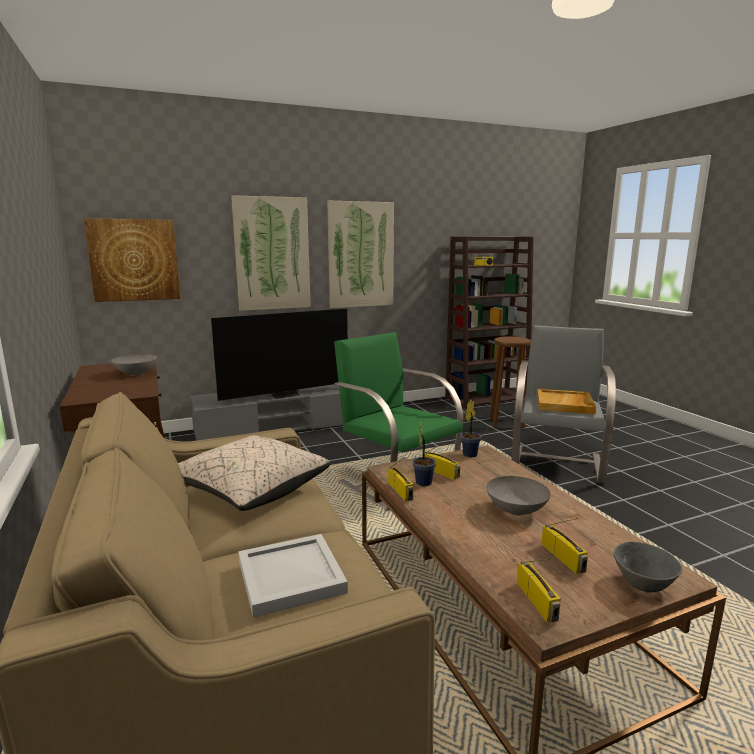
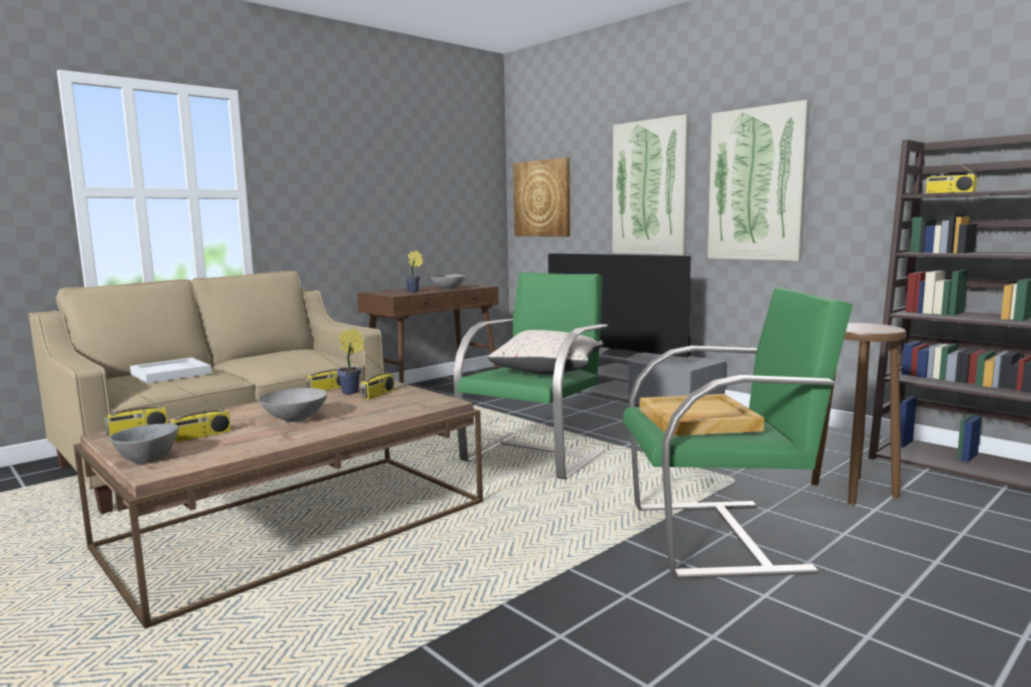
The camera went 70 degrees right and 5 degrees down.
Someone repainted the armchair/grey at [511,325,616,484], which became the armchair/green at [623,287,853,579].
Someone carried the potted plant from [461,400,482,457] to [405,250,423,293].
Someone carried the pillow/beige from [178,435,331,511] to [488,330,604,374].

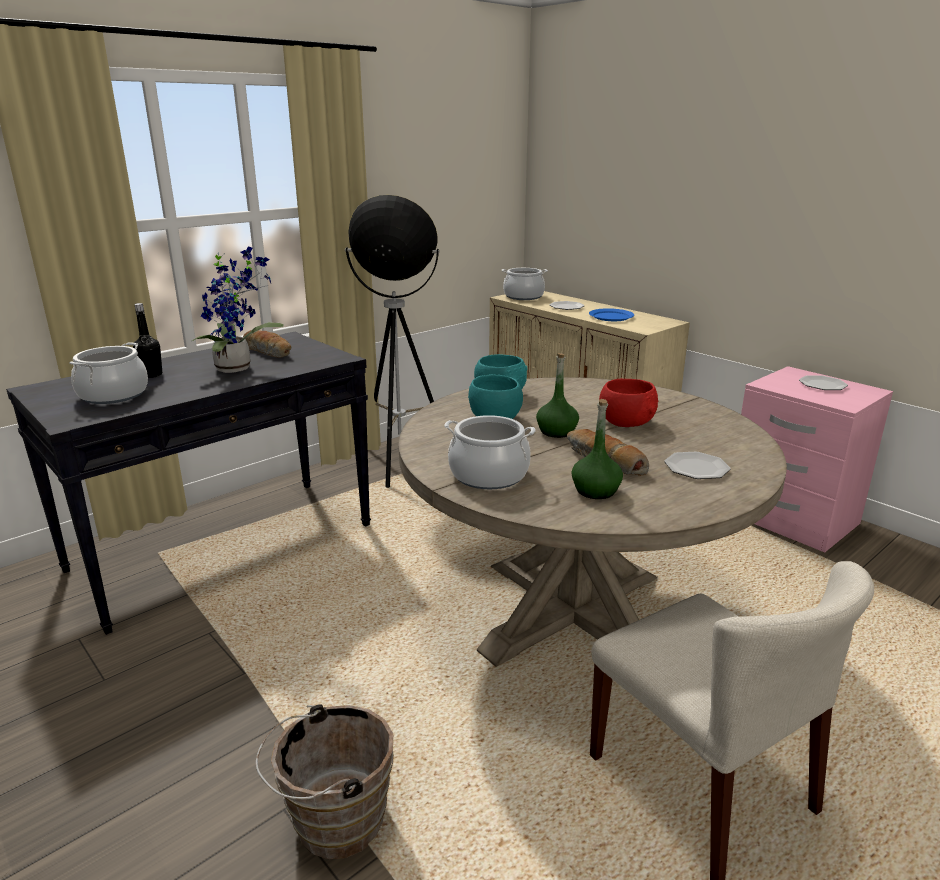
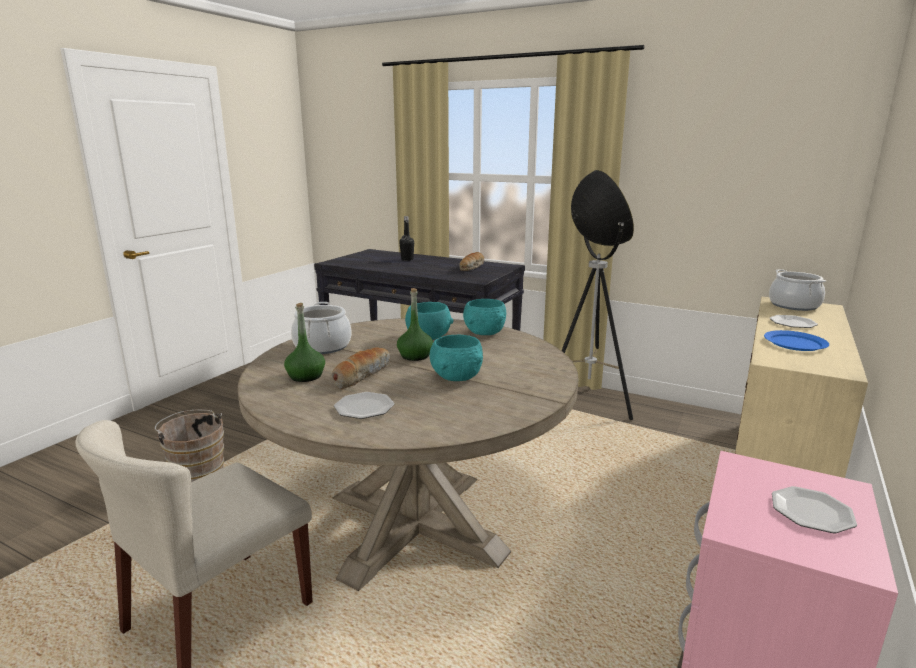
The camera went 70 degrees right and 5 degrees down.
Someone took away the potted plant at [192,247,284,373].
Someone took away the cooking pot at [69,342,148,404].
Someone repainted the bowl/red at [599,379,658,427], which became the bowl/turquoise at [430,335,483,381].

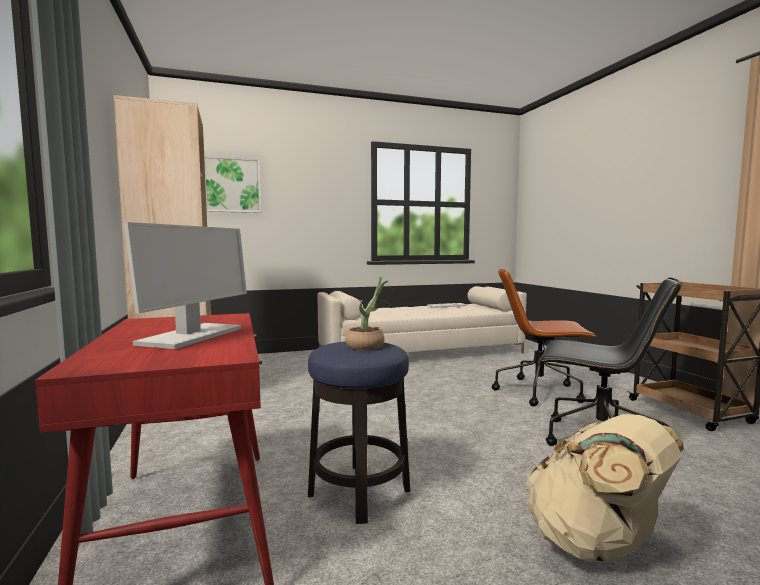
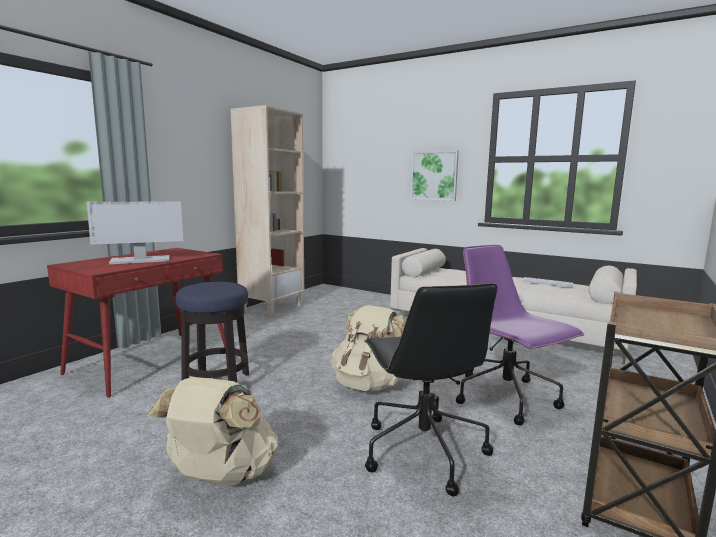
The camera went 50 degrees right and 5 degrees up.
Someone carried the picture from [204,156,261,213] to [410,150,459,201].
Someone repainted the office chair/brown at [492,268,597,406], which became the office chair/purple at [456,245,584,425].
Someone took away the potted plant at [345,277,394,350].
Someone put down the backpack/beige at [331,305,406,391].

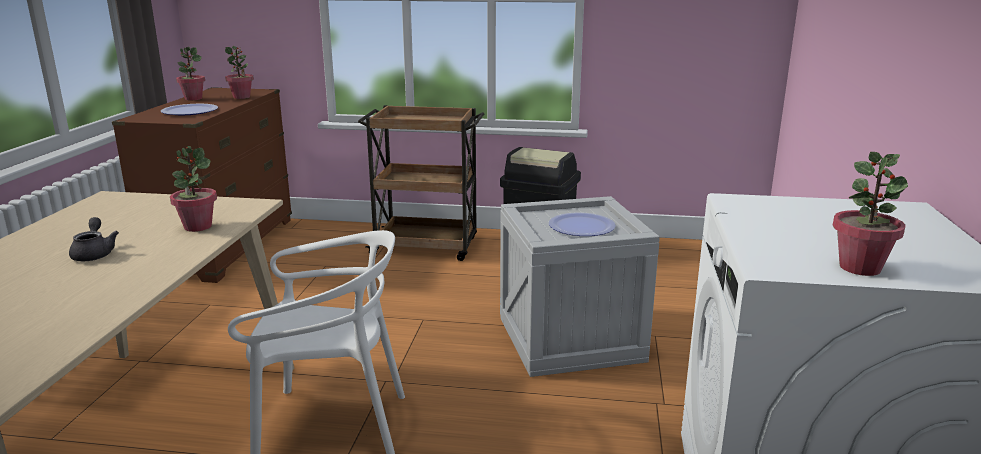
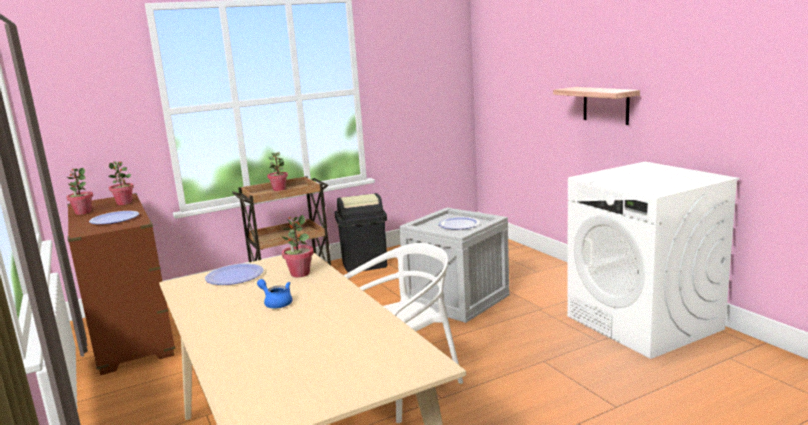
The camera went 35 degrees left and 5 degrees down.
Someone carried the potted plant from [833,152,908,276] to [267,152,288,191].
Someone repainted the teapot/grey at [69,217,119,261], which became the teapot/blue at [257,279,292,308].
Someone put up the shelf at [553,87,640,125].
Someone put down the plate at [205,263,264,285].

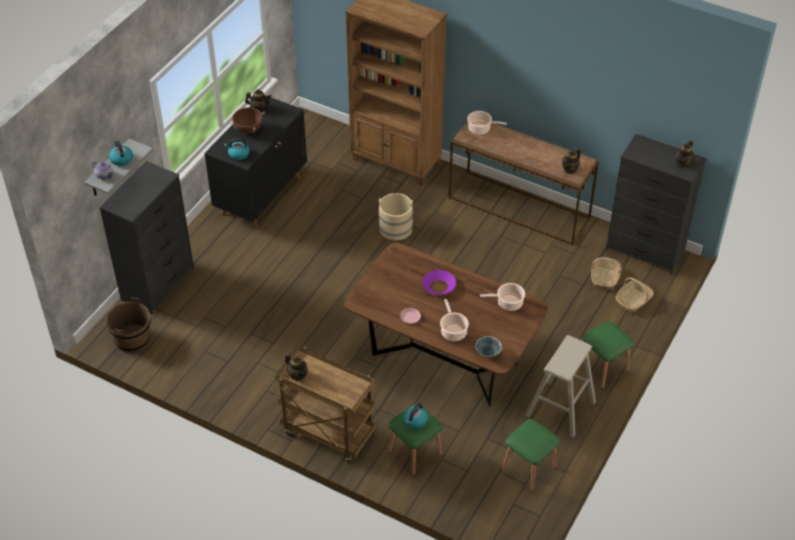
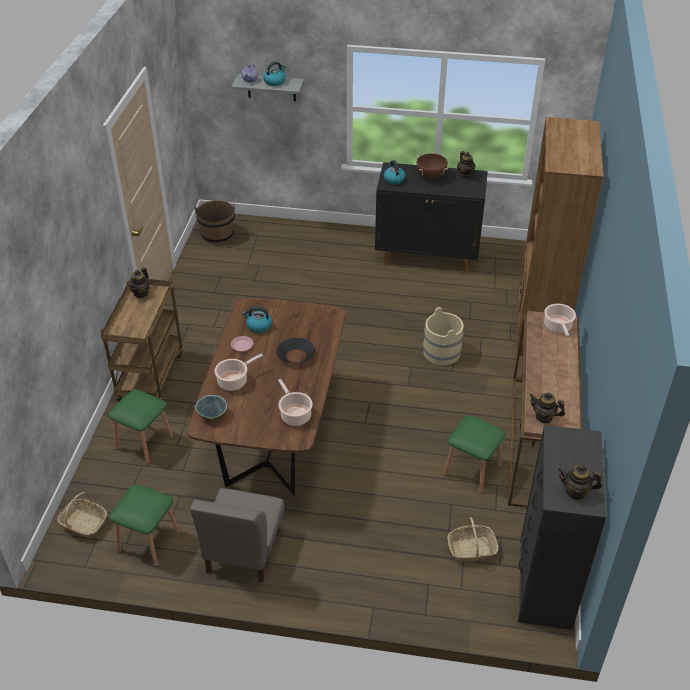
The camera went 70 degrees right and 5 degrees down.
Someone took away the dresser/black at [99,161,194,314].
Someone repainted the bowl/purple at [422,270,456,295], which became the bowl/black at [277,338,315,364].
Someone carried the basket from [616,277,654,312] to [57,492,107,538].
Someone carried the stool/green from [582,321,634,389] to [443,415,506,493].
Someone swapped the stool/beige at [526,335,596,438] for the chair/grey at [190,488,285,583].
Someone carried the kettle from [403,403,428,429] to [242,306,272,333].

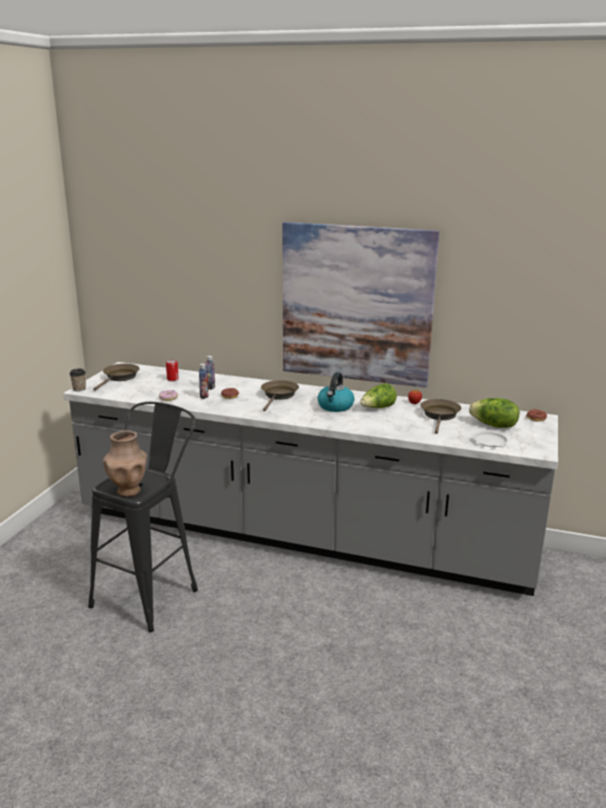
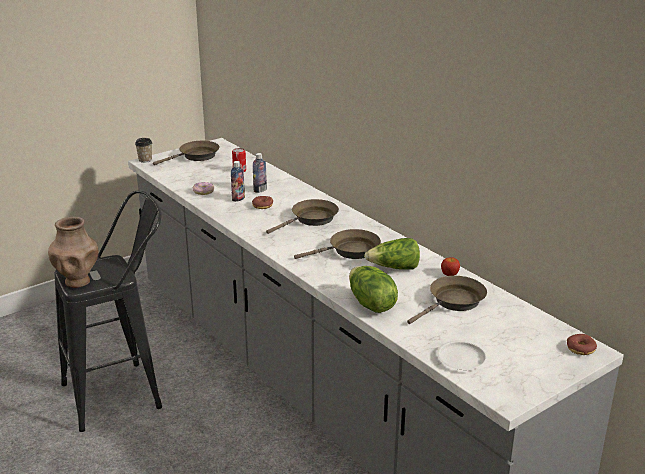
The camera went 35 degrees right and 5 degrees up.
Someone took away the picture at [283,222,439,388].
Someone swapped the kettle at [317,372,355,412] for the frying pan/brown at [294,229,381,259].
Someone carried the lettuce from [469,398,520,428] to [349,266,398,313].

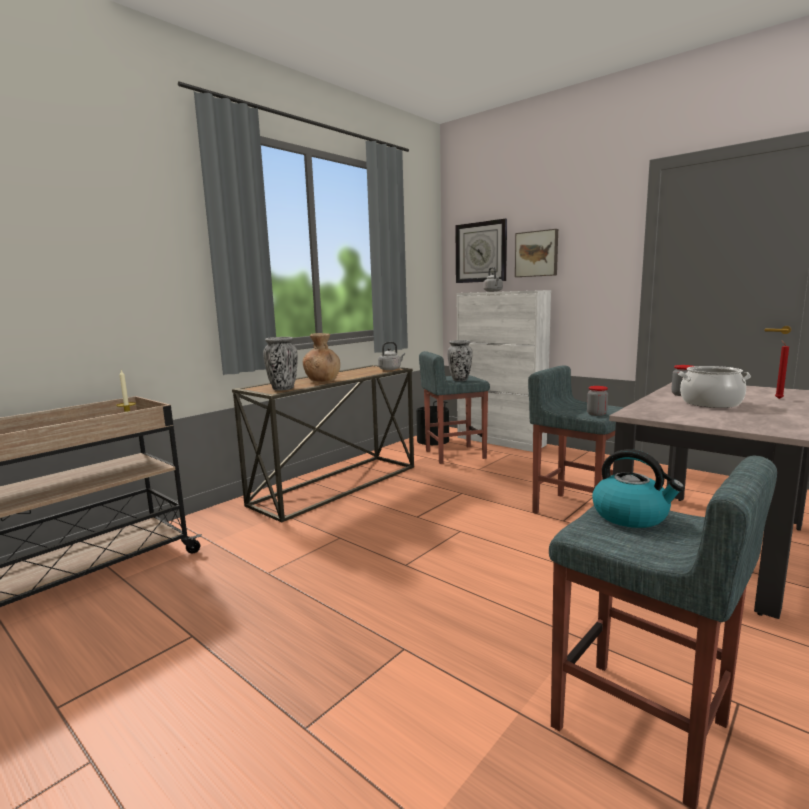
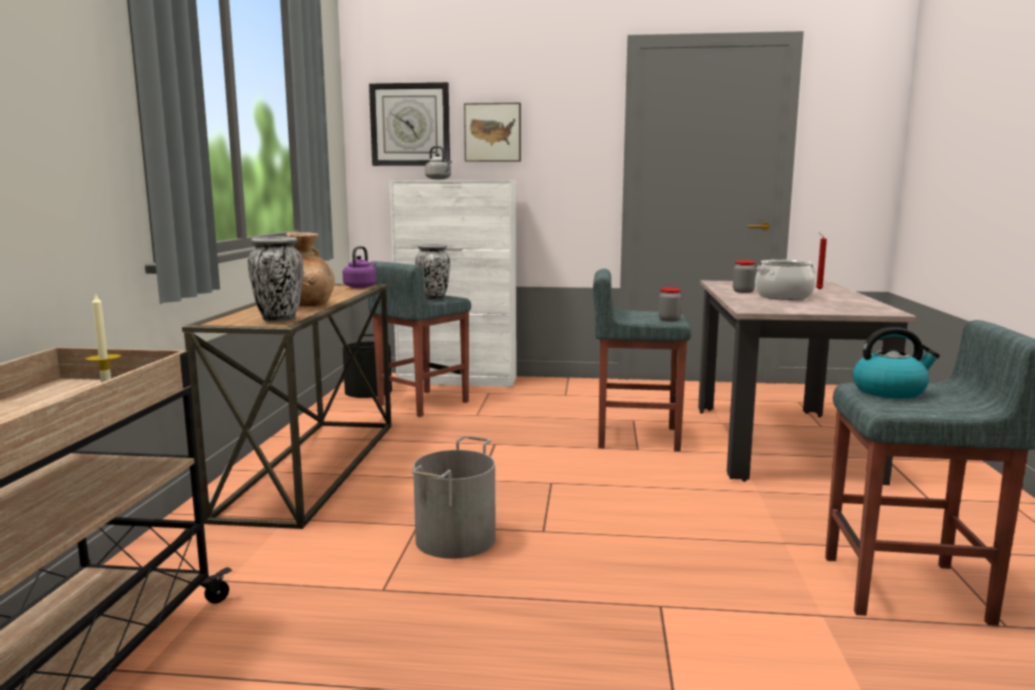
The camera went 35 degrees left and 0 degrees up.
Someone repainted the kettle/grey at [378,342,405,370], which became the kettle/purple at [342,246,376,288].
Someone put down the bucket/grey at [412,436,496,559].

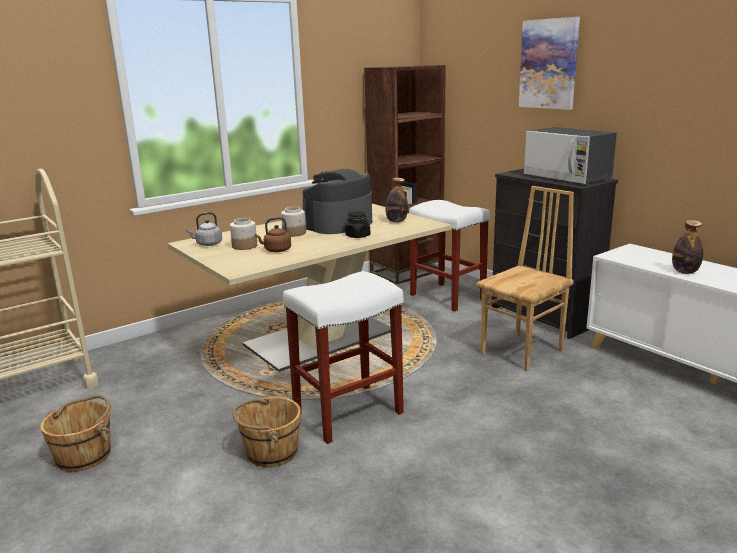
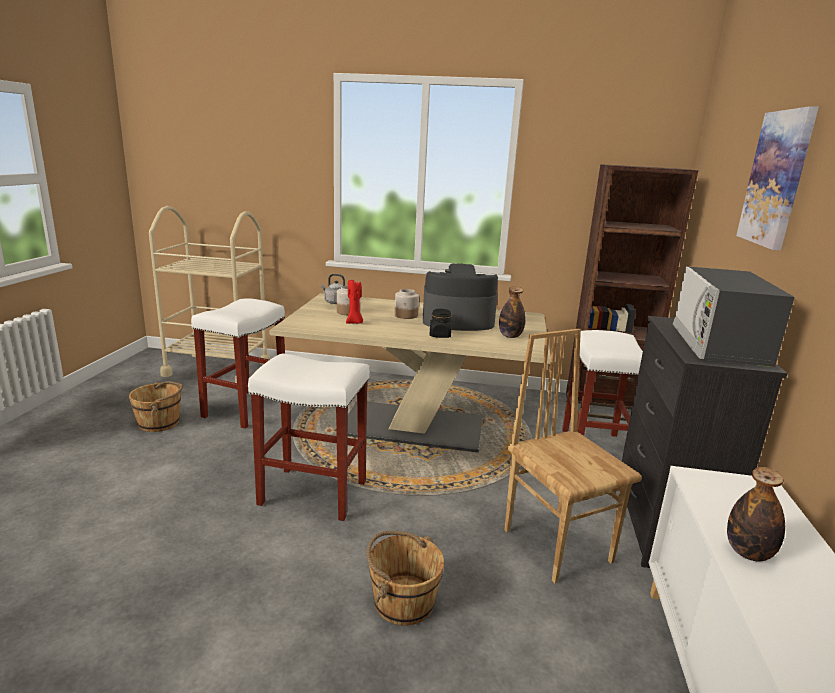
The camera went 45 degrees right and 0 degrees up.
Someone rotated the chair/brown at [477,186,574,371] by 120 degrees counterclockwise.
Someone swapped the kettle/brown at [255,217,291,252] for the candle/red at [346,280,363,324].
Someone carried the bucket/brown from [233,395,301,467] to [367,531,444,626].
Someone put down the stool/white at [191,298,285,429].

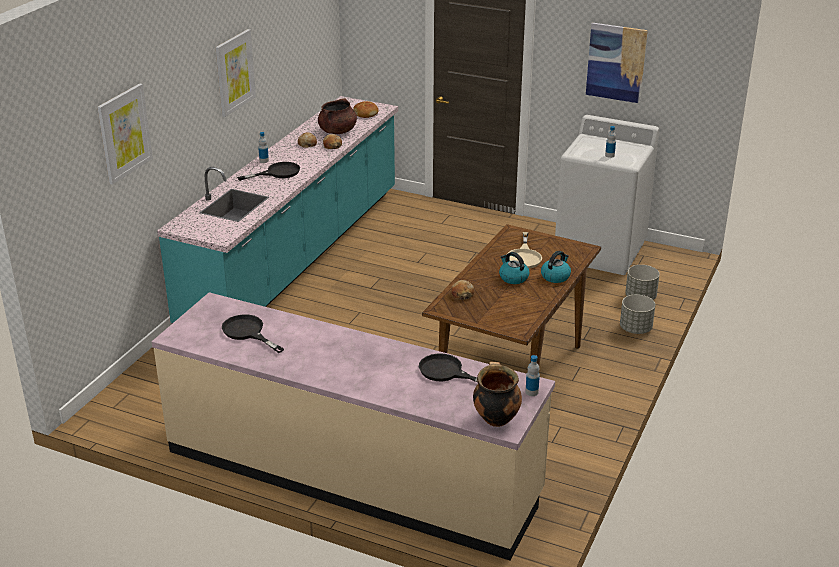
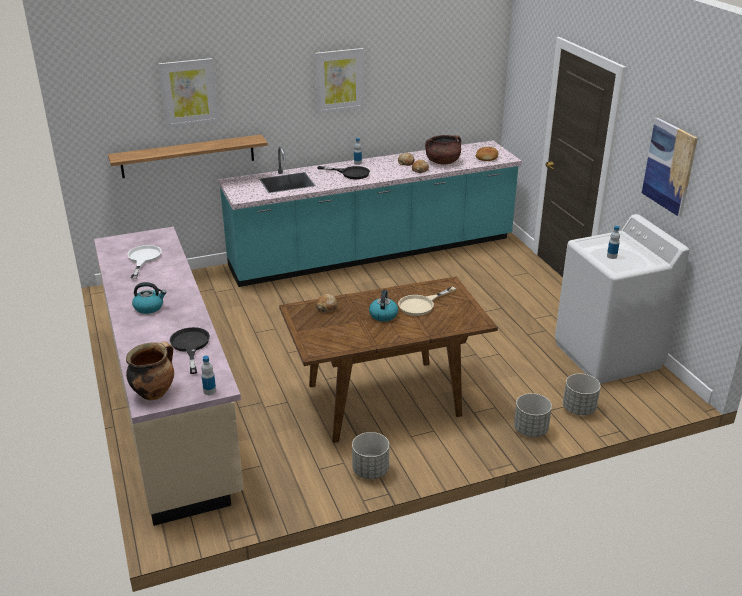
The camera went 45 degrees right and 0 degrees up.
Someone carried the kettle from [541,251,571,283] to [132,282,166,314].
Someone repainted the frying pan/black at [222,315,284,353], which became the frying pan/white at [128,245,162,279].
Someone put up the shelf at [108,135,268,178].
Someone put down the planter/grey at [352,432,389,479].

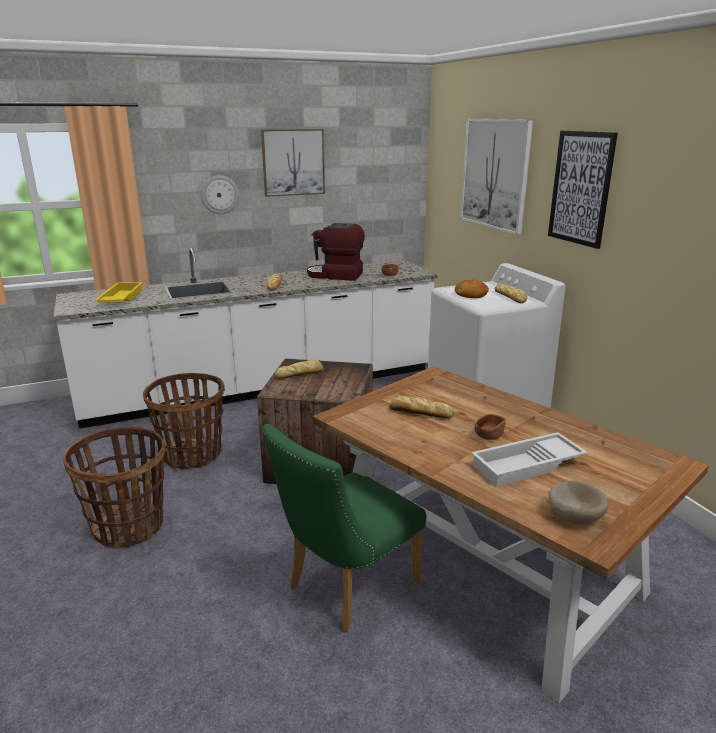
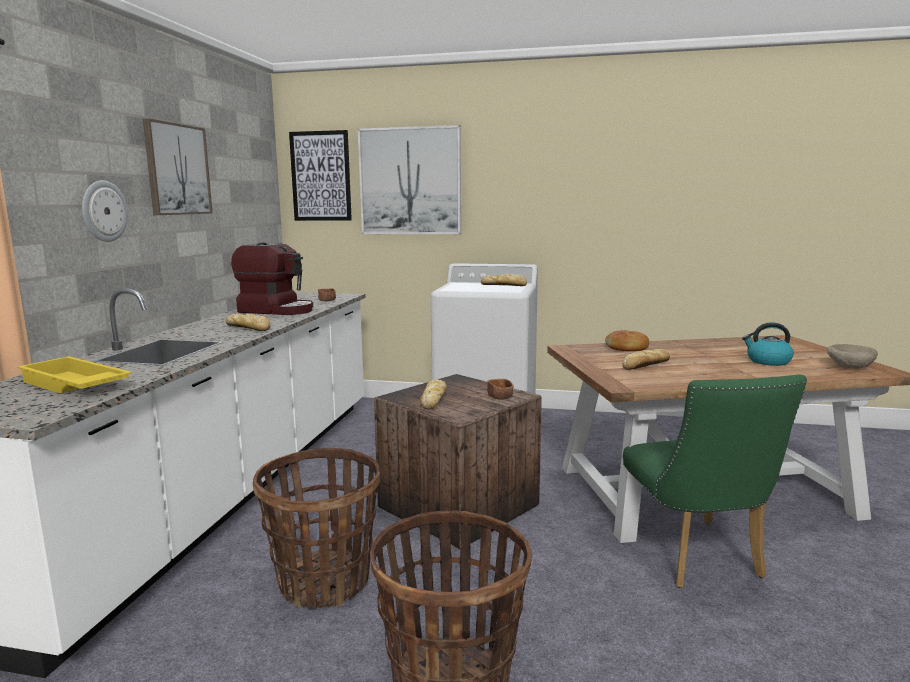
The camera went 55 degrees left and 10 degrees down.
Someone carried the picture from [548,131,618,249] to [289,130,352,221].
Someone rotated the coffee machine at [307,223,365,281] by 120 degrees counterclockwise.
Someone carried the bread from [455,280,489,298] to [605,330,649,351].
Someone carried the bowl/brown from [475,414,506,440] to [487,379,513,400].
Someone swapped the tray/white at [471,432,588,487] for the kettle at [742,322,794,366].

